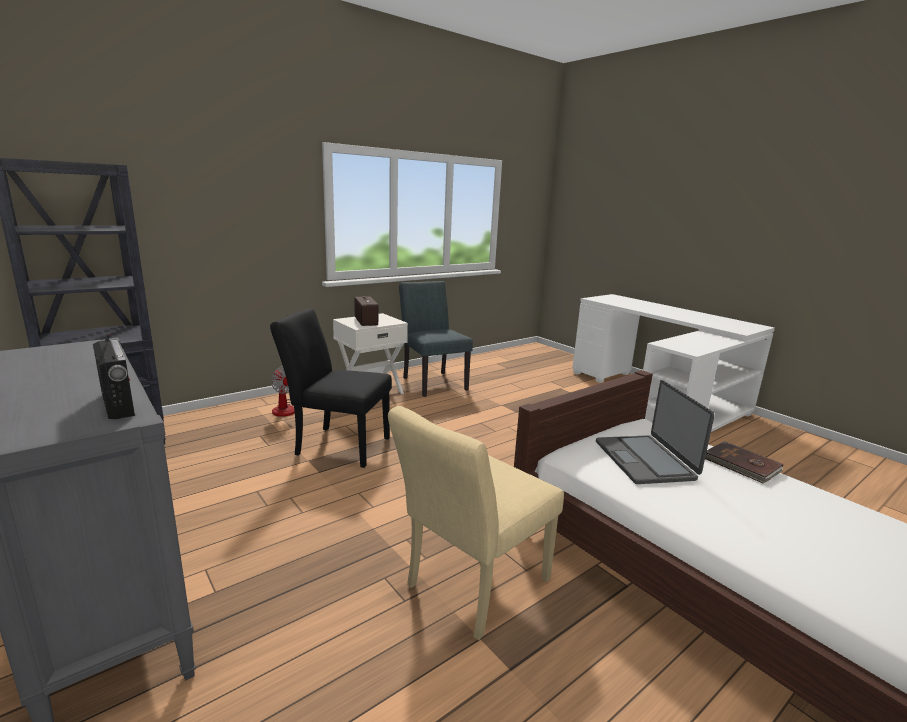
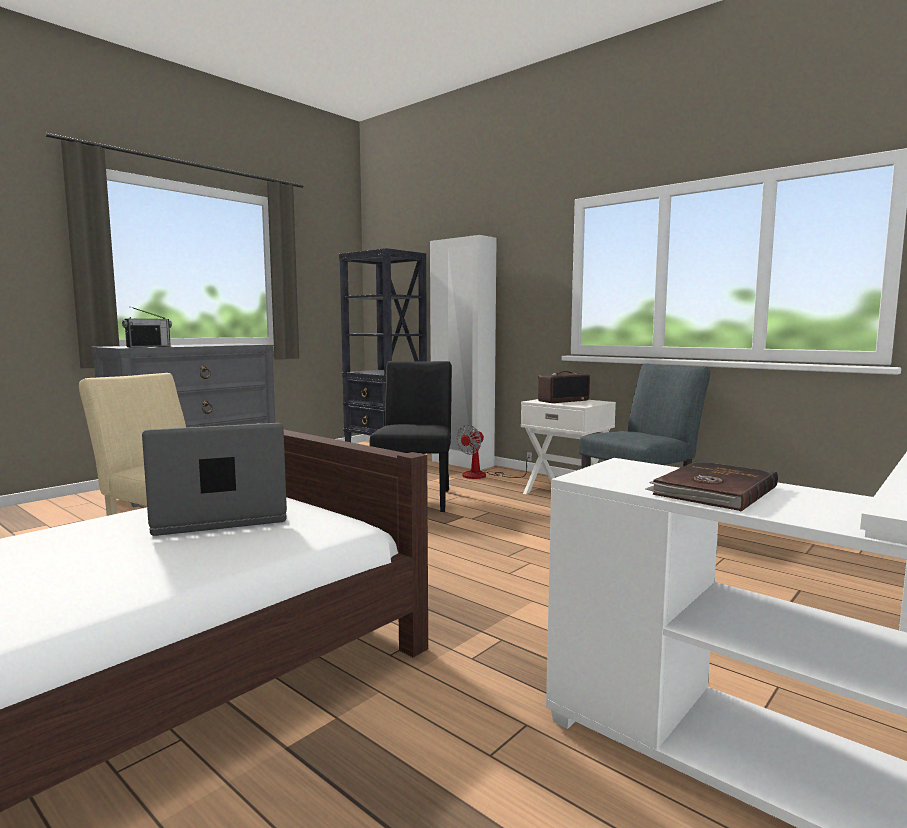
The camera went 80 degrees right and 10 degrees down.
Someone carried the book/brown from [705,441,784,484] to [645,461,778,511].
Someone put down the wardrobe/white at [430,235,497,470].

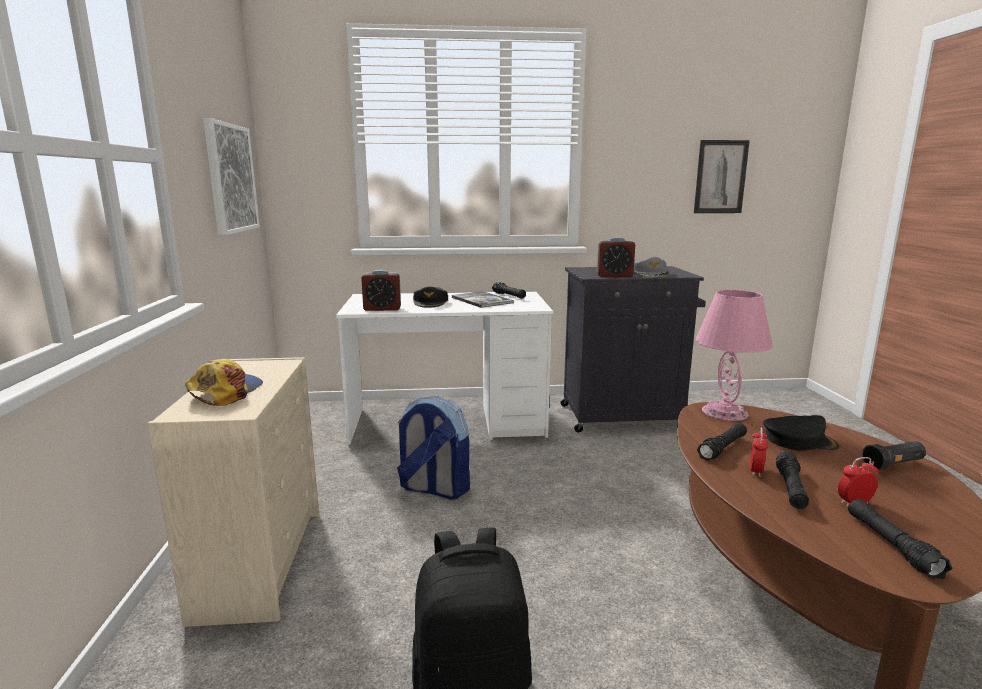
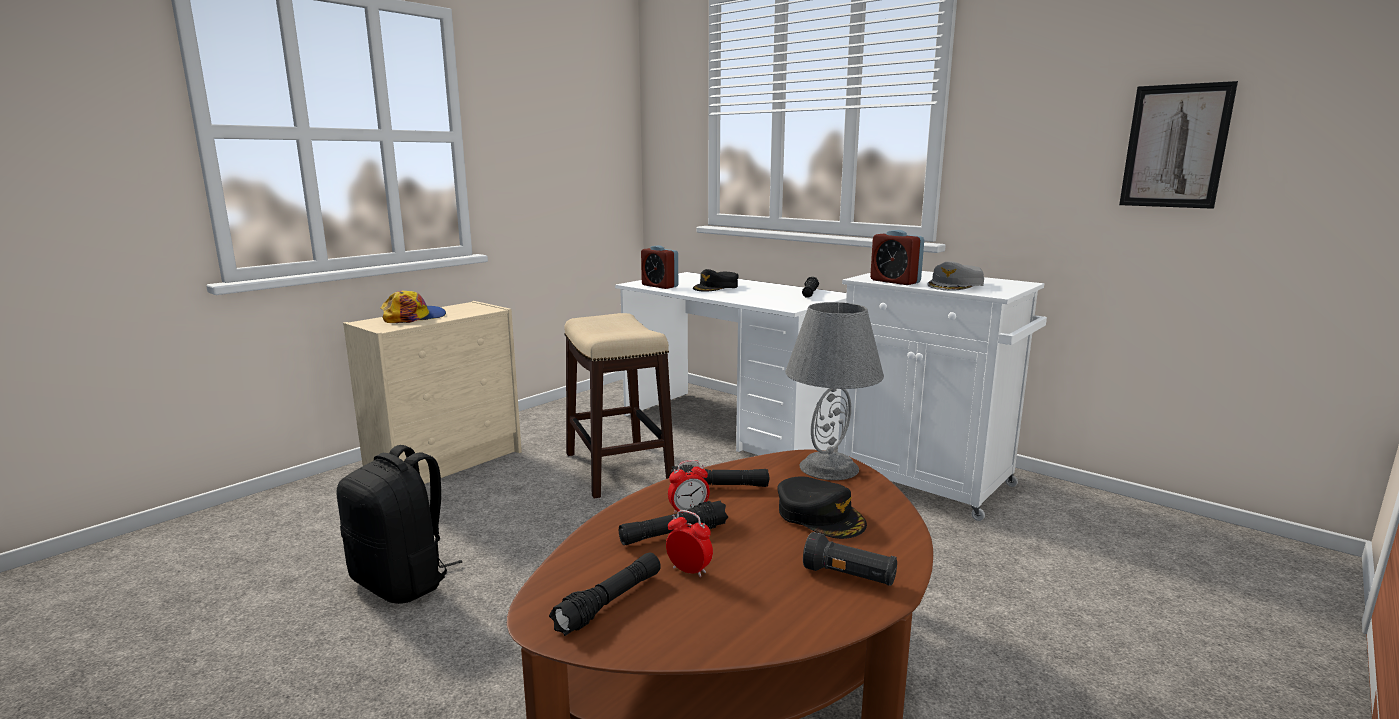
The camera went 45 degrees right and 0 degrees up.
Someone took away the picture at [203,118,260,235].
Someone repainted the cabinet/black at [561,266,706,433], which became the cabinet/white at [838,271,1047,521].
Someone repainted the table lamp/pink at [695,290,773,421], which became the table lamp/grey at [785,302,884,480].
Someone took away the book at [452,291,514,308].
Someone swapped the backpack at [397,396,470,500] for the stool at [564,313,674,499].

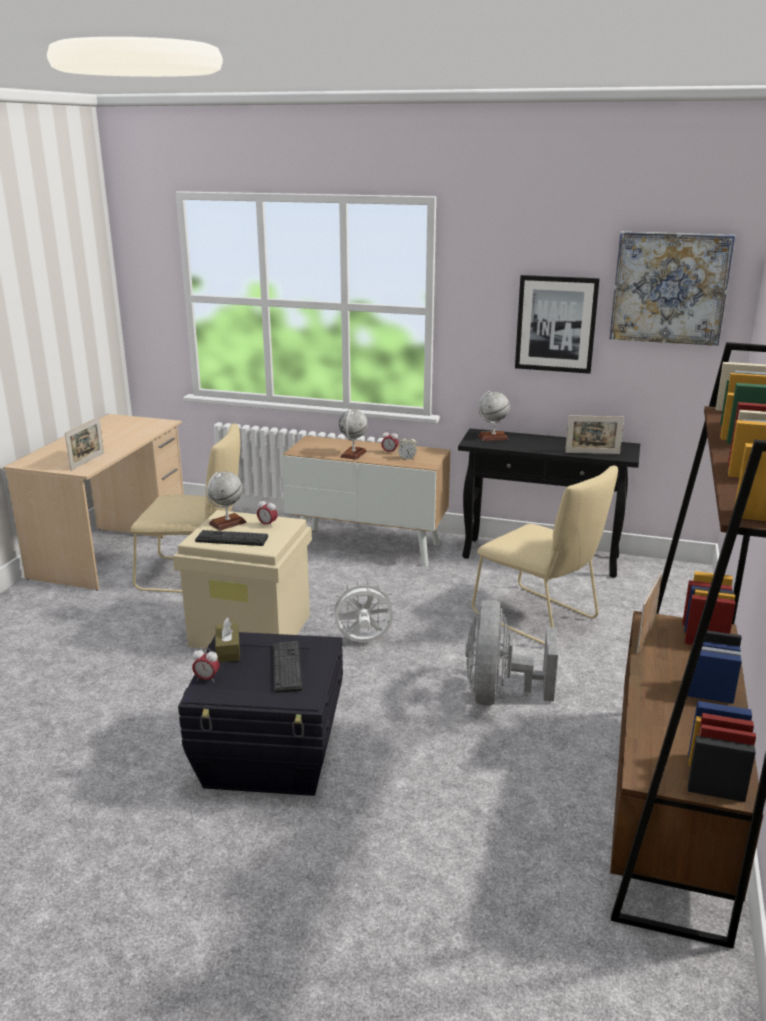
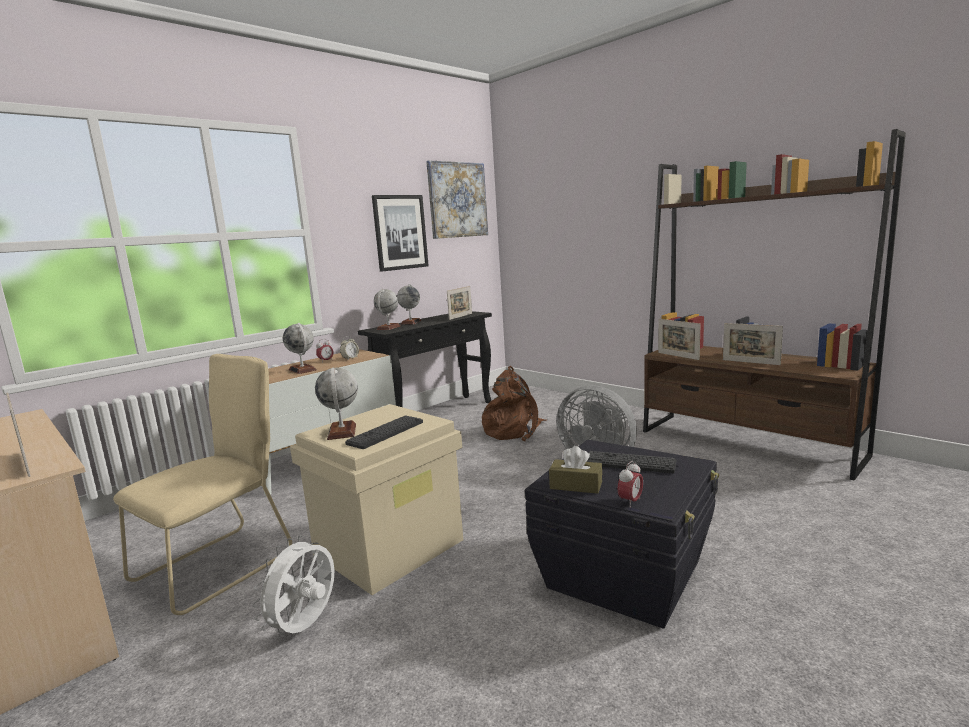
The camera went 60 degrees left and 10 degrees down.
Someone swapped the chair/beige at [472,466,618,645] for the backpack/brown at [482,366,547,441].
Someone took away the alarm clock at [257,498,278,528].
Someone carried the fan/white from [330,581,396,642] to [252,535,335,635].
Someone put down the globe at [397,284,422,325].
Someone put down the picture frame at [723,323,783,365].

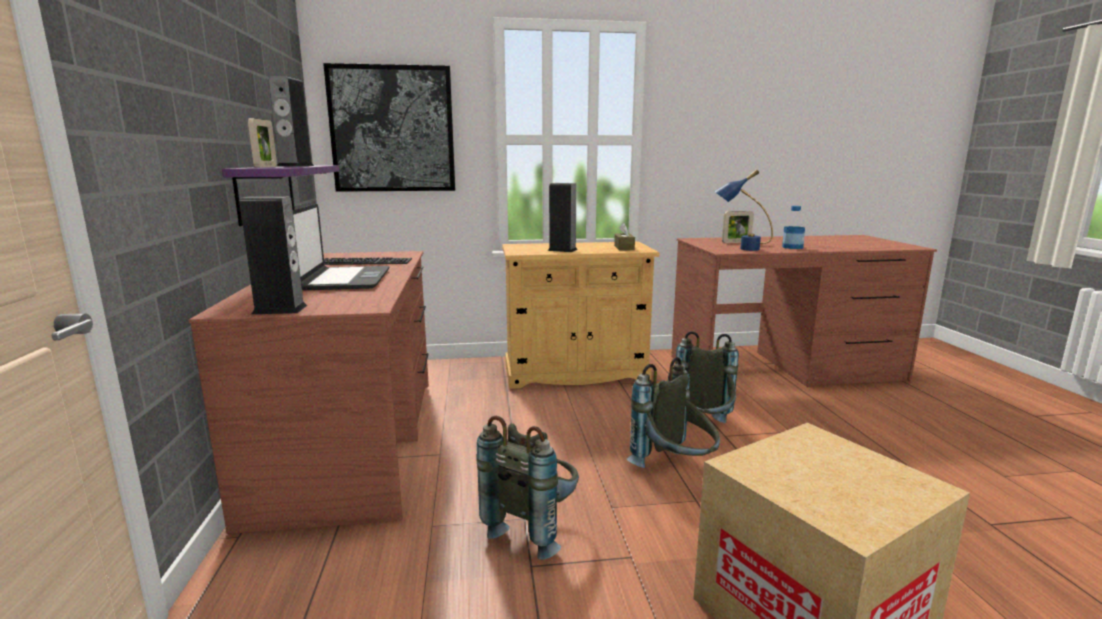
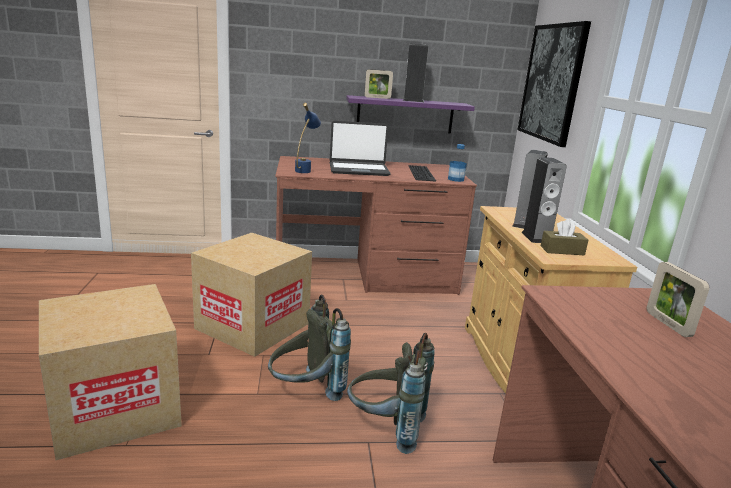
The camera went 90 degrees right and 5 degrees up.
Someone carried the table lamp/blue from [714,169,773,251] to [295,103,321,173].
Someone carried the speaker from [239,196,307,314] to [521,157,567,243].
Someone carried the bottle from [782,206,805,249] to [448,144,467,182].
Someone swapped the backpack/grey at [476,416,579,560] for the cardboard box at [191,233,312,357].

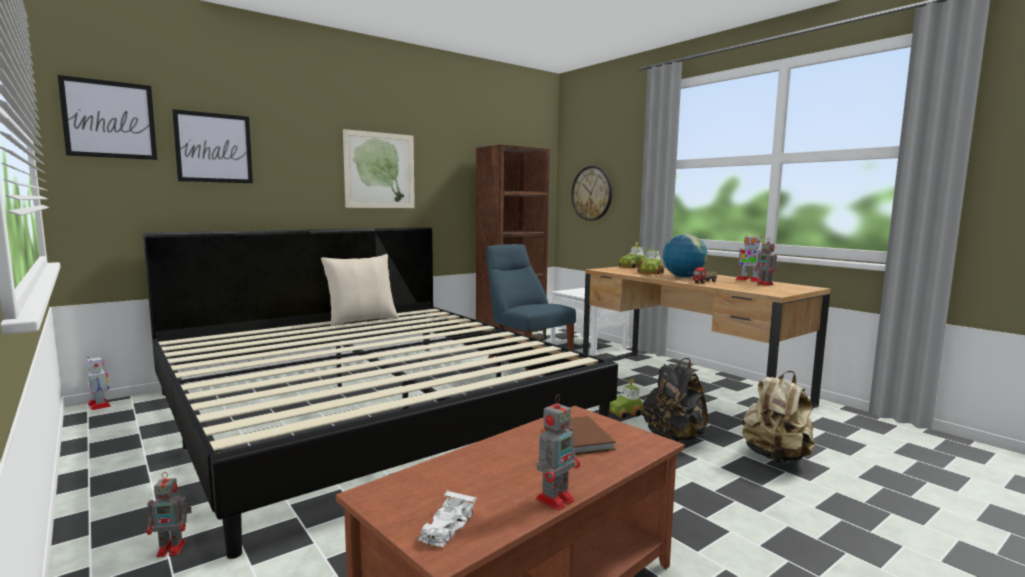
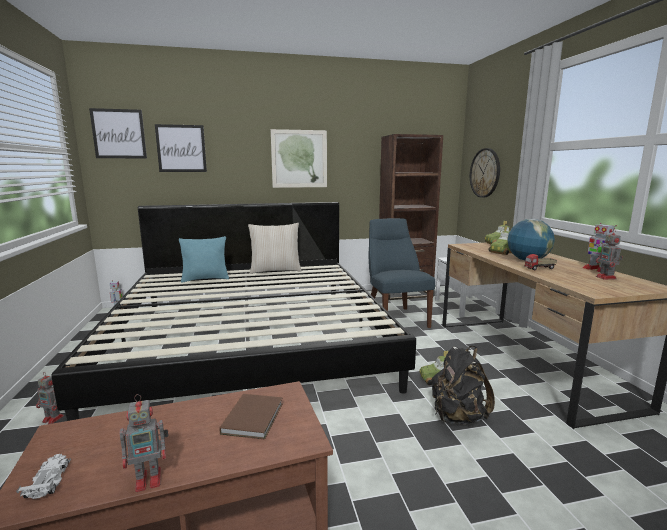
The camera went 25 degrees right and 5 degrees up.
Someone took away the backpack/beige at [742,371,815,464].
Someone rotated the toy car/white at [418,490,477,547] by 120 degrees clockwise.
Someone put down the pillow/turquoise at [179,236,229,283].

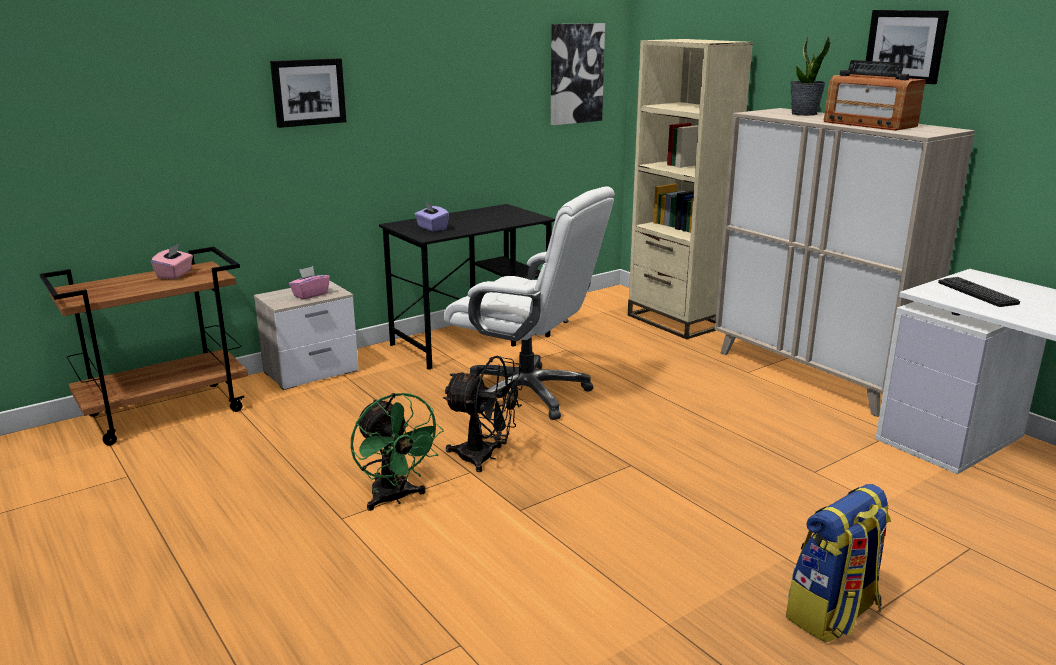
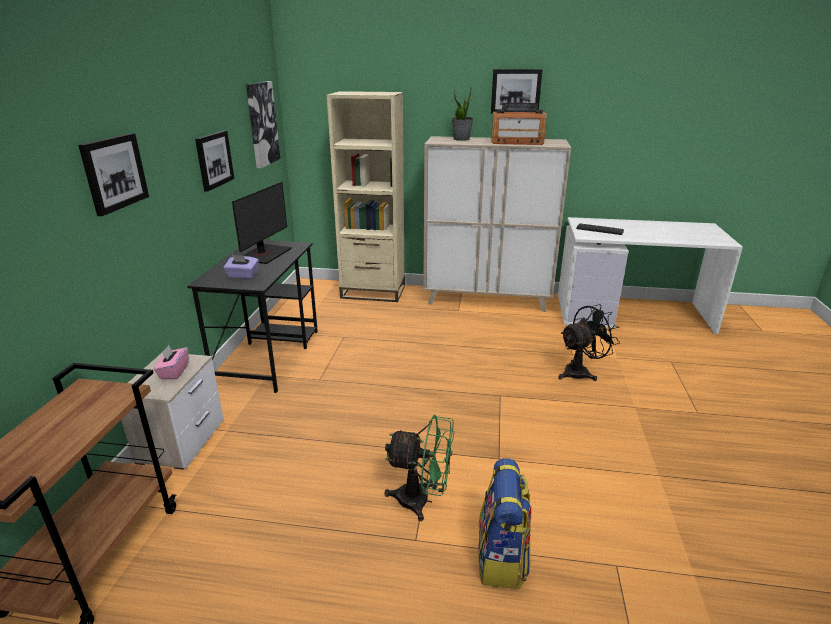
The camera went 45 degrees left and 5 degrees up.
Someone took away the office chair/white at [443,186,615,420].
Someone took away the tissue box/pink at [151,244,193,279].
Someone carried the fan/black from [443,356,524,472] to [558,304,620,381].
Someone carried the backpack from [786,484,891,643] to [478,458,531,589].
Someone put up the picture at [195,130,234,192].
Someone put down the monitor at [232,182,292,264].

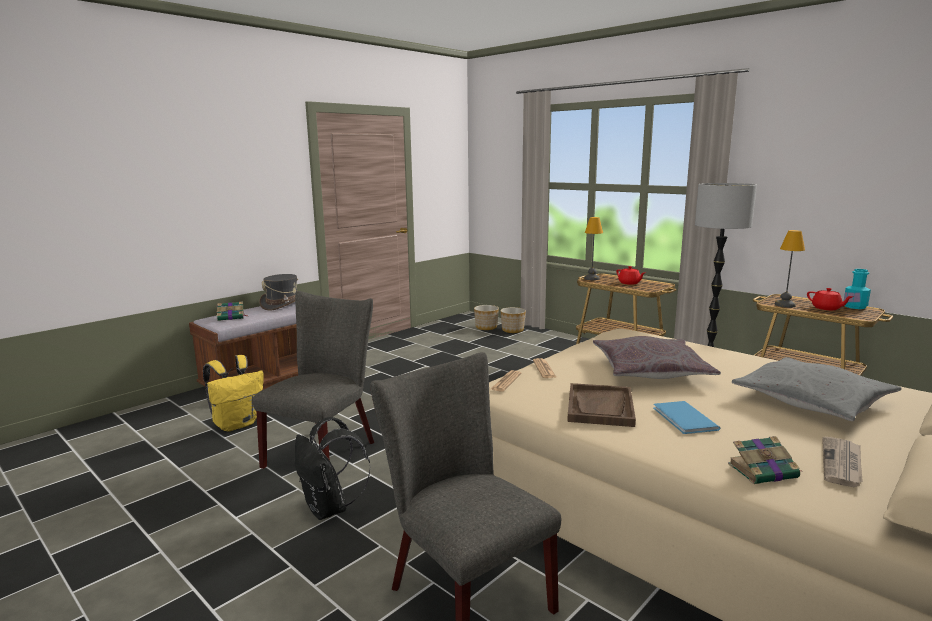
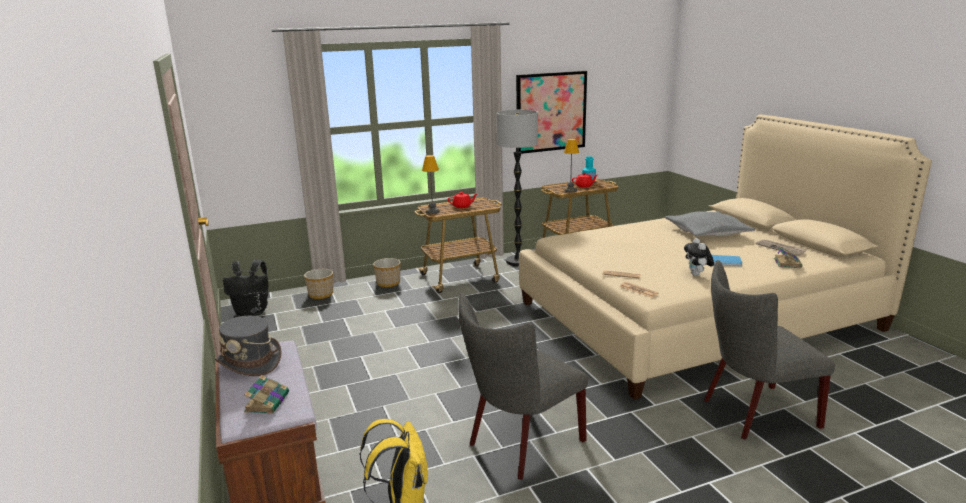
The camera went 65 degrees left and 5 degrees up.
Someone rotated the chair/grey at [252,291,374,469] by 90 degrees counterclockwise.
Someone carried the planter from [474,305,499,330] to [373,258,401,287].
Someone took away the pillow/grey at [593,336,721,379].
Someone swapped the tray/brown at [567,383,636,427] for the plush toy at [684,238,714,276].
Someone carried the backpack/black from [295,417,371,520] to [223,260,268,316].
Someone put up the picture at [516,71,587,154].

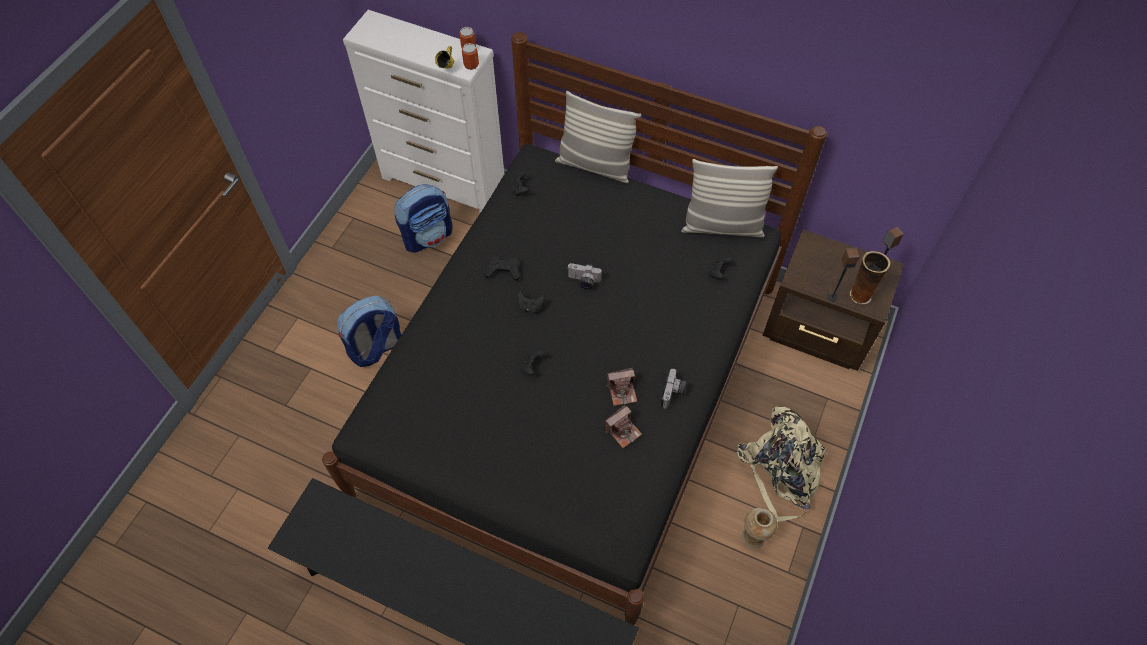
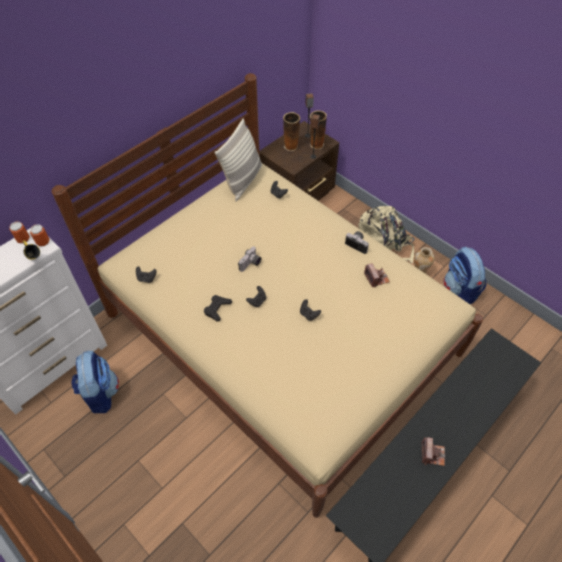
The camera went 70 degrees left and 5 degrees down.
Someone repainted the bed/black at [322,32,827,625], which became the bed/beige at [52,73,483,518].
Someone took away the pillow at [555,91,641,183].
Someone carried the backpack from [338,296,401,367] to [443,247,486,304].
Someone carried the photo camera from [606,368,637,406] to [422,437,445,466].
Someone put down the vase at [283,112,300,151].

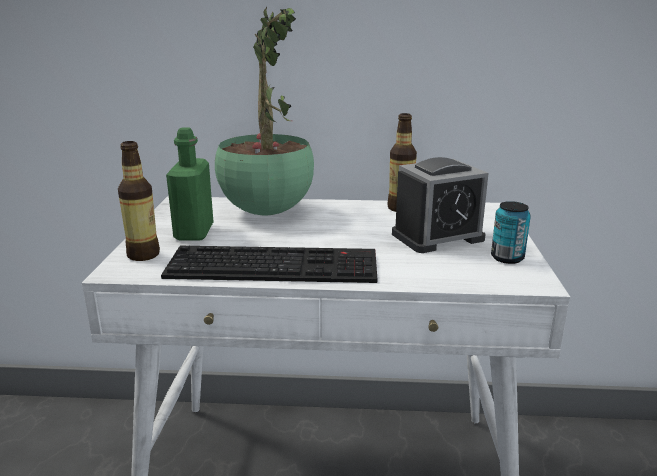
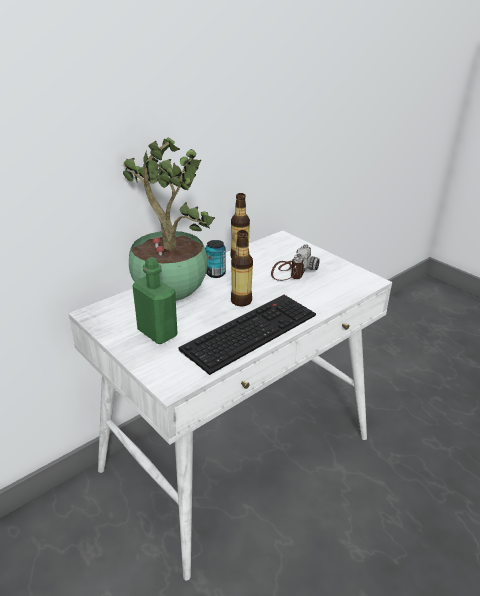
The camera went 45 degrees left and 10 degrees up.
Someone carried the bottle from [118,141,160,261] to [231,230,253,306].
Someone swapped the alarm clock at [392,157,489,253] for the photo camera at [271,244,320,281].
Someone carried the can from [491,201,531,264] to [205,240,226,278].

